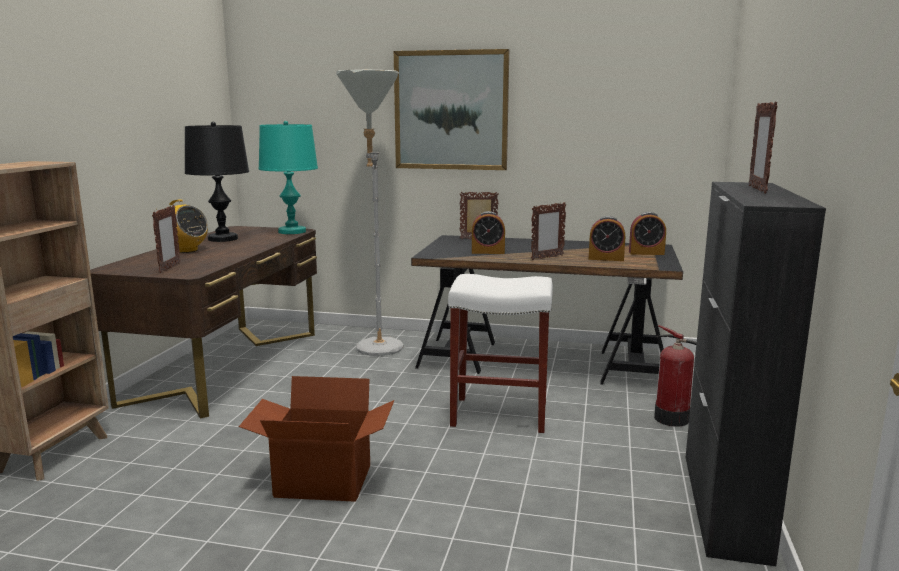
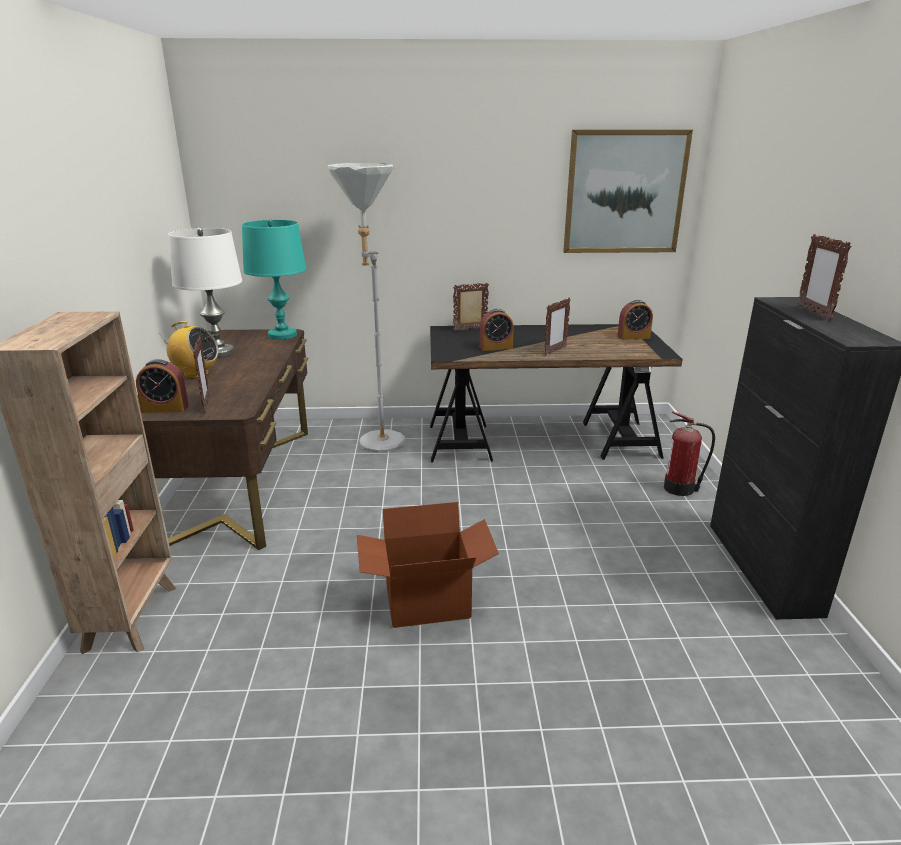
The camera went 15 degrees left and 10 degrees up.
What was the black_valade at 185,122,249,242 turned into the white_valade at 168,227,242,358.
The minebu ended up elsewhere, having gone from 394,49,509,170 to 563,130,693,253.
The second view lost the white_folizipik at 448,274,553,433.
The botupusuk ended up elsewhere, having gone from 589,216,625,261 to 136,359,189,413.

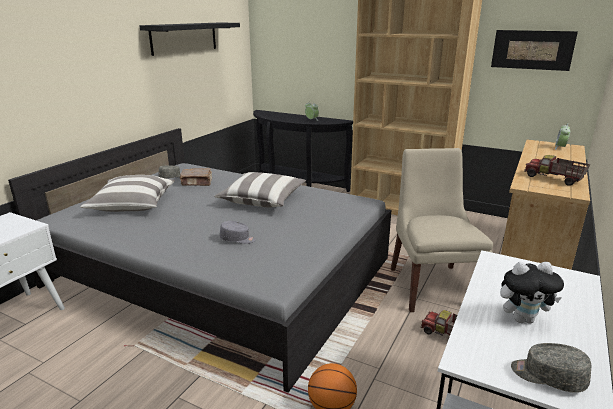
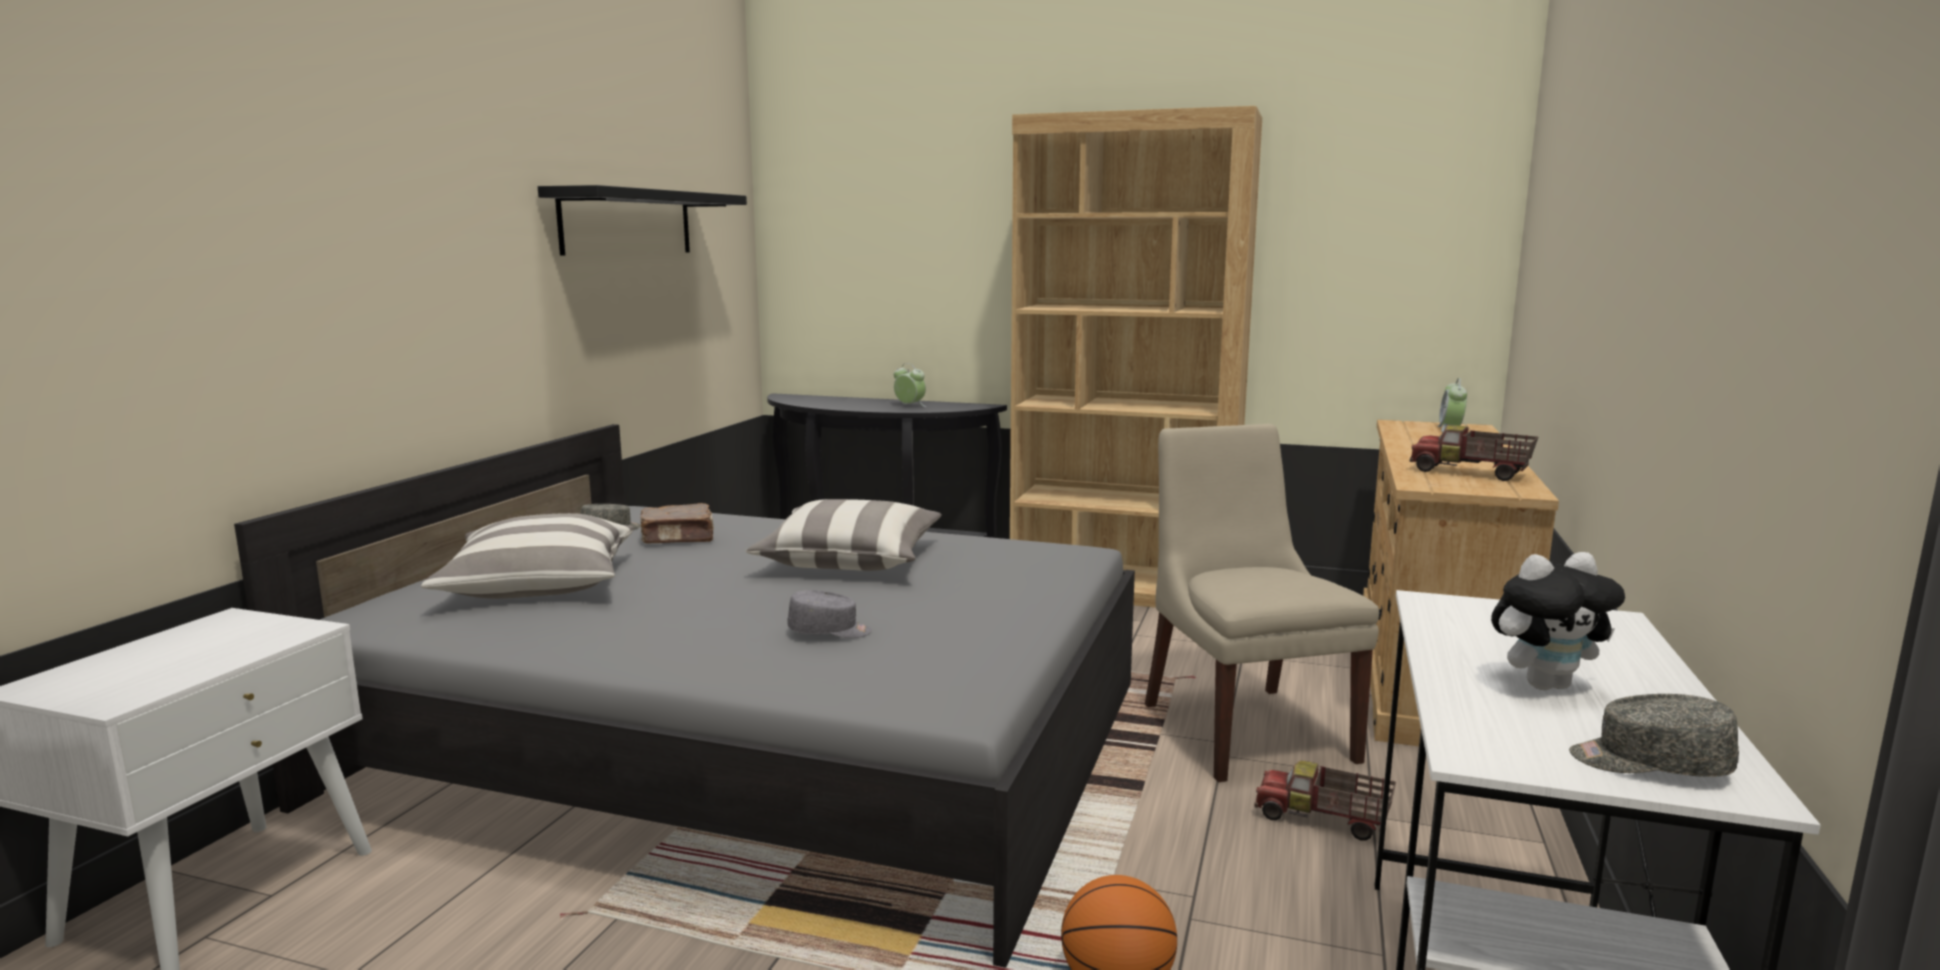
The camera went 10 degrees left and 10 degrees down.
The second view lost the minebu at 491,30,578,71.

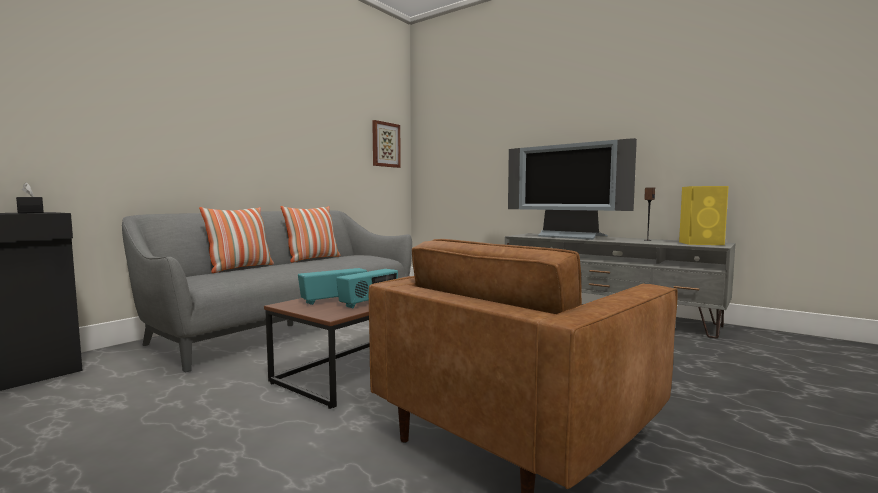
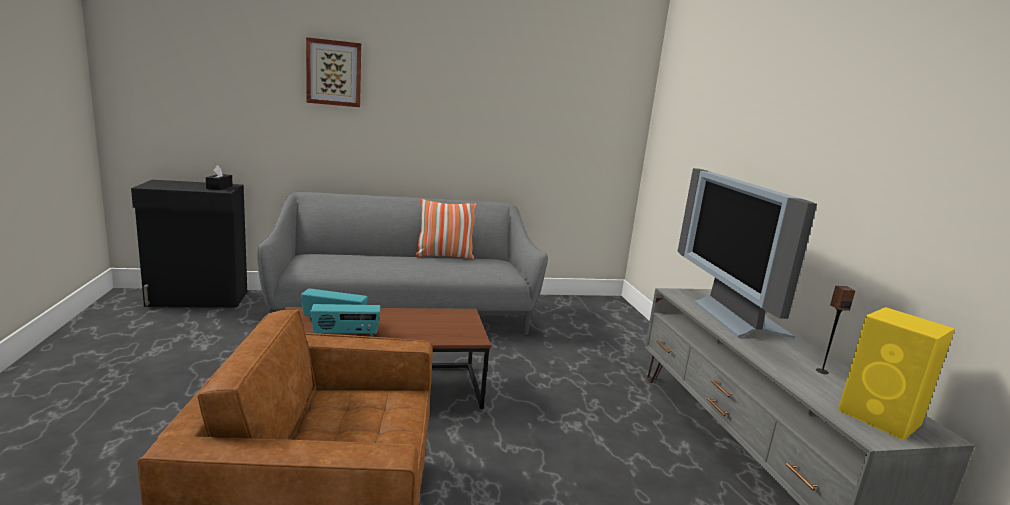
The camera went 40 degrees right and 10 degrees up.
The second view lost the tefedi at 199,207,274,273.
The minebu ended up elsewhere, having gone from 372,120,401,168 to 306,37,361,107.

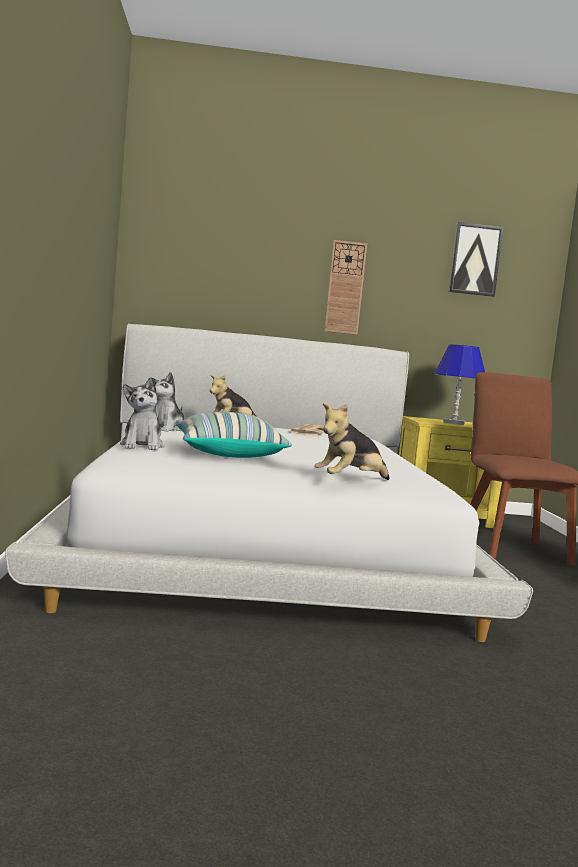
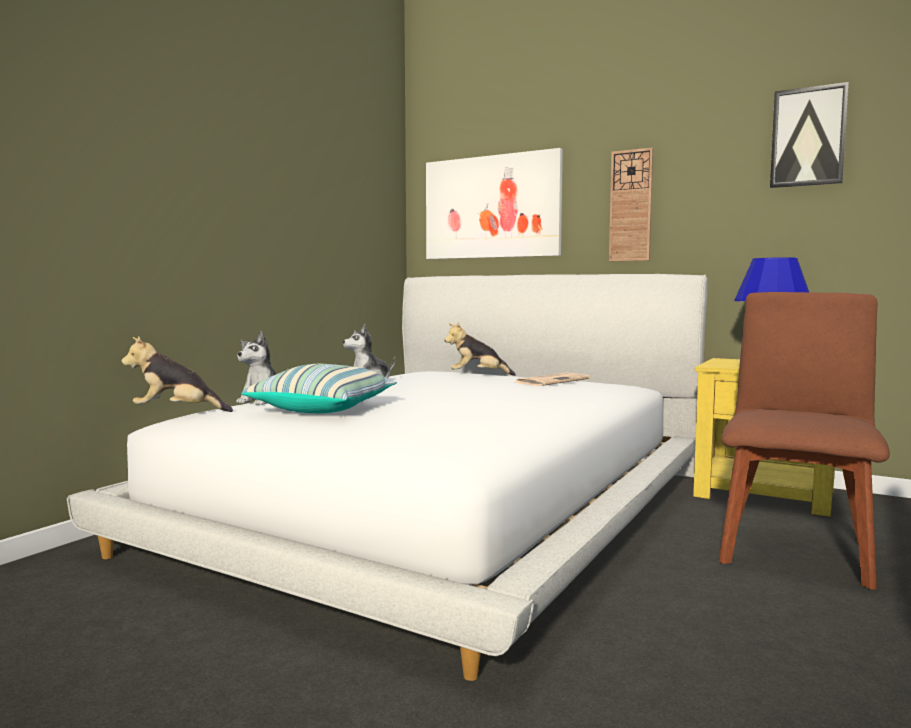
The camera went 35 degrees right and 0 degrees up.
The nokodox ended up elsewhere, having gone from 314,403,389,480 to 121,336,233,412.
The second view gained the minebu at 426,148,563,259.

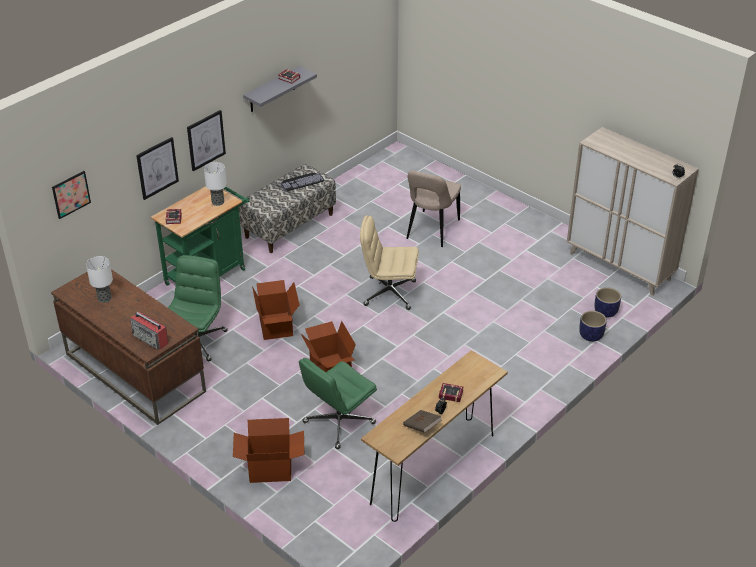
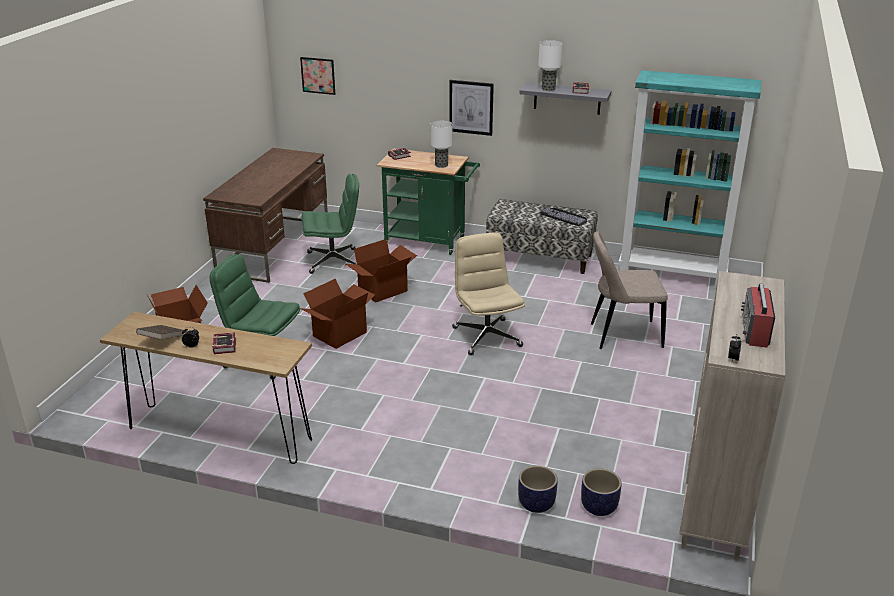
The camera went 65 degrees right and 10 degrees down.
The valade ended up elsewhere, having gone from 86,256,113,303 to 538,40,563,91.
The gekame ended up elsewhere, having gone from 130,312,168,350 to 741,283,775,348.
The second view lost the minebu at 136,137,179,200.
The second view gained the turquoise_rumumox at 618,70,761,289.

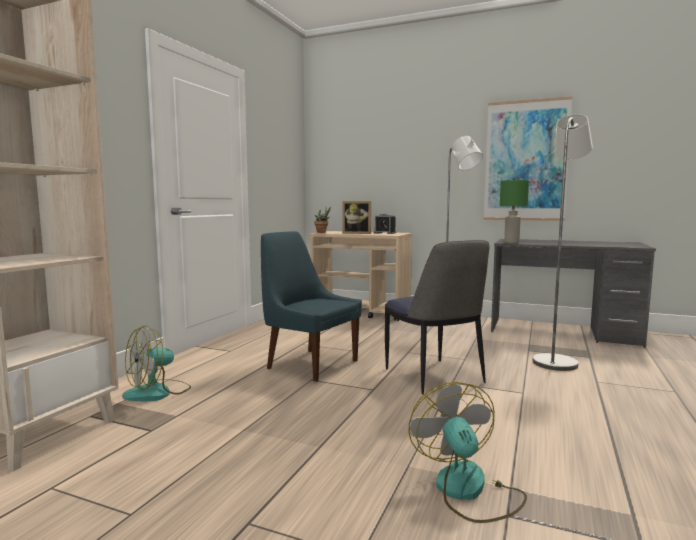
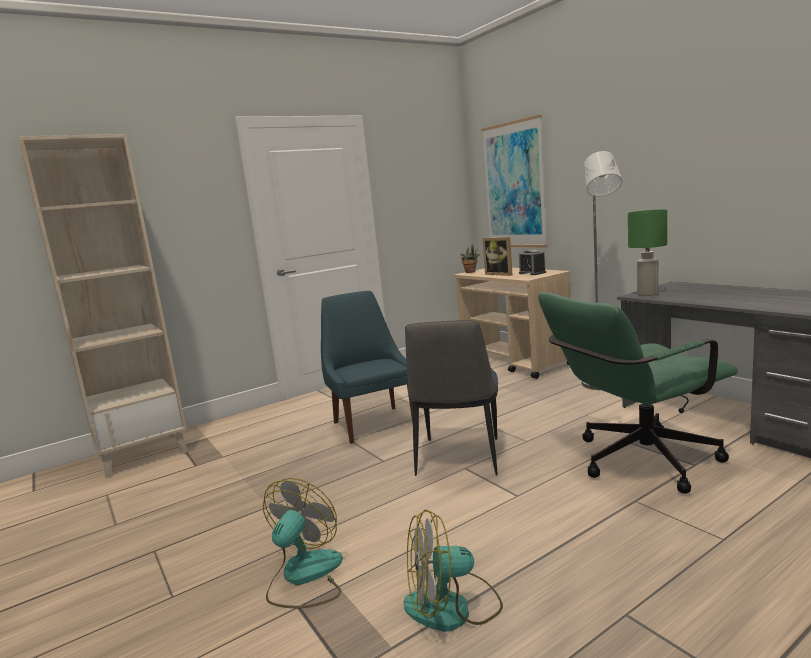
The camera went 35 degrees right and 5 degrees up.
The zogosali ended up elsewhere, having gone from 122,325,191,401 to 404,510,503,632.
The minebu ended up elsewhere, having gone from 484,96,572,221 to 481,115,547,248.
Where the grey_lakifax stood at 533,114,593,371, the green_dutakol came to stand at 538,292,738,494.

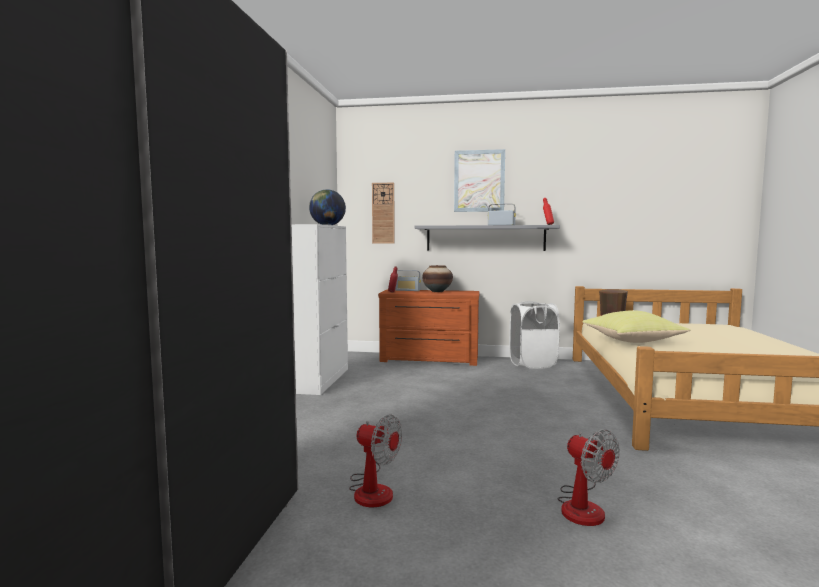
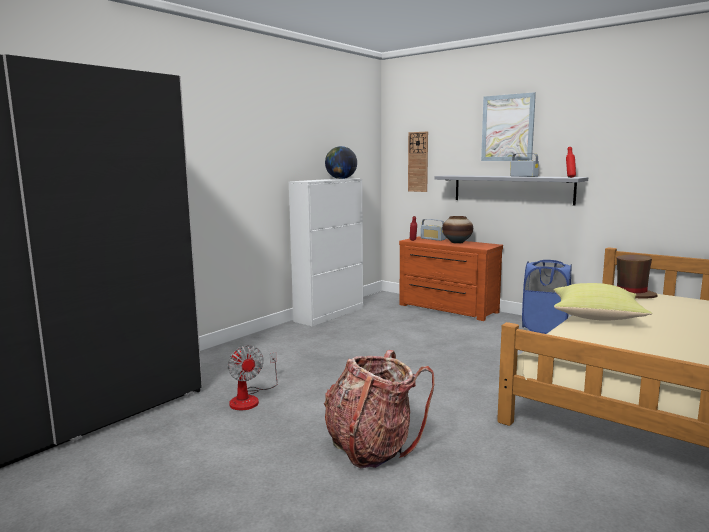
The camera went 30 degrees right and 5 degrees up.
What was the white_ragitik at 509,301,560,369 turned into the blue_ragitik at 522,260,572,334.
Where the zogosali stood at 558,429,620,526, the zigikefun came to stand at 324,350,434,468.

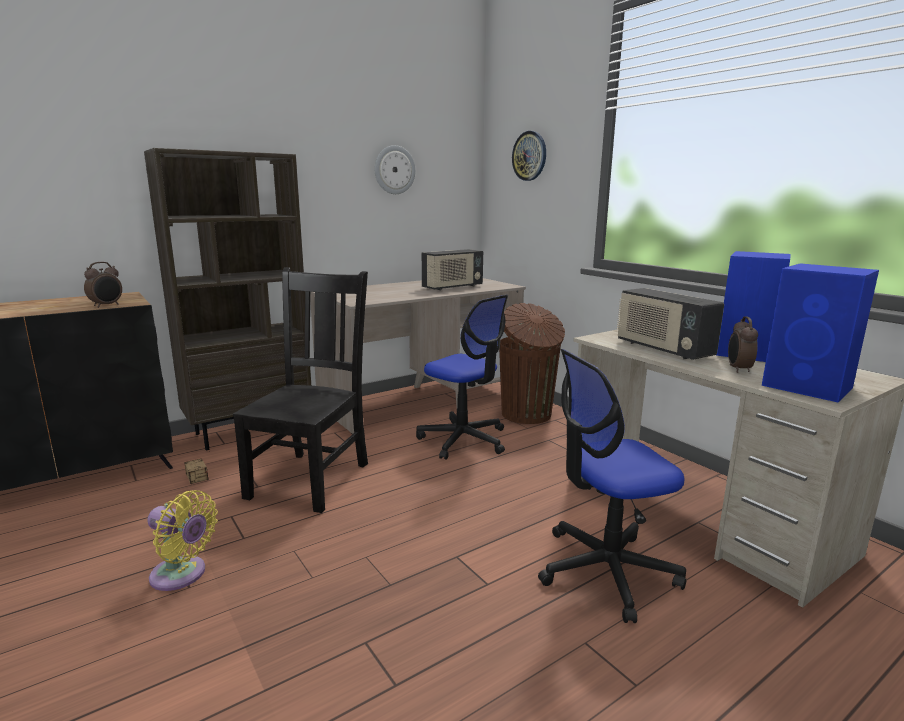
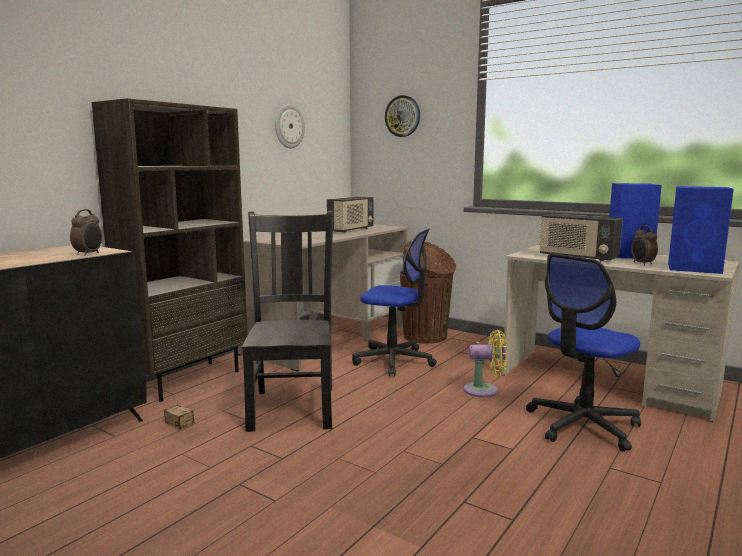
The camera went 20 degrees left and 5 degrees down.
The yellow_zogosali ended up elsewhere, having gone from 147,490,218,591 to 463,330,507,397.

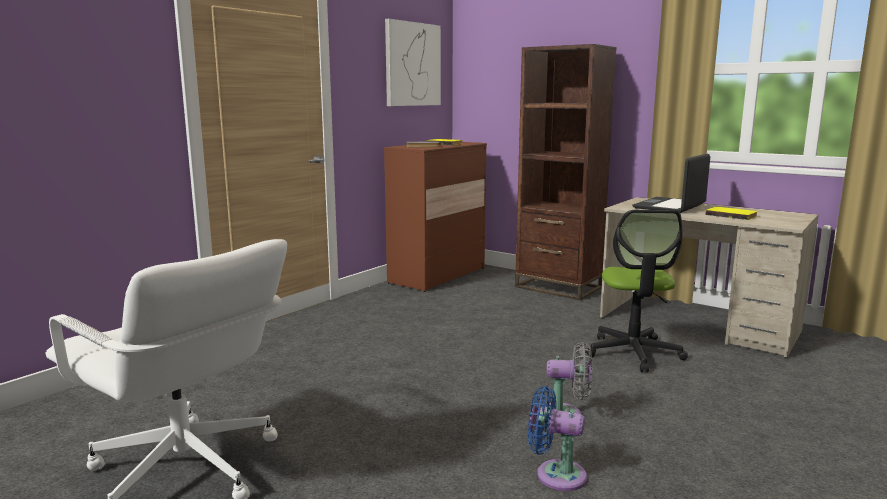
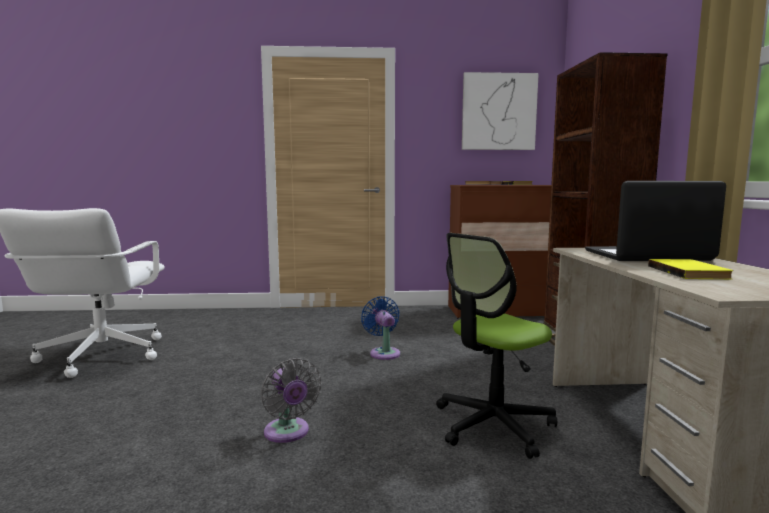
The camera went 50 degrees right and 5 degrees down.
The blue_zogosali ended up elsewhere, having gone from 528,386,588,491 to 361,296,400,360.

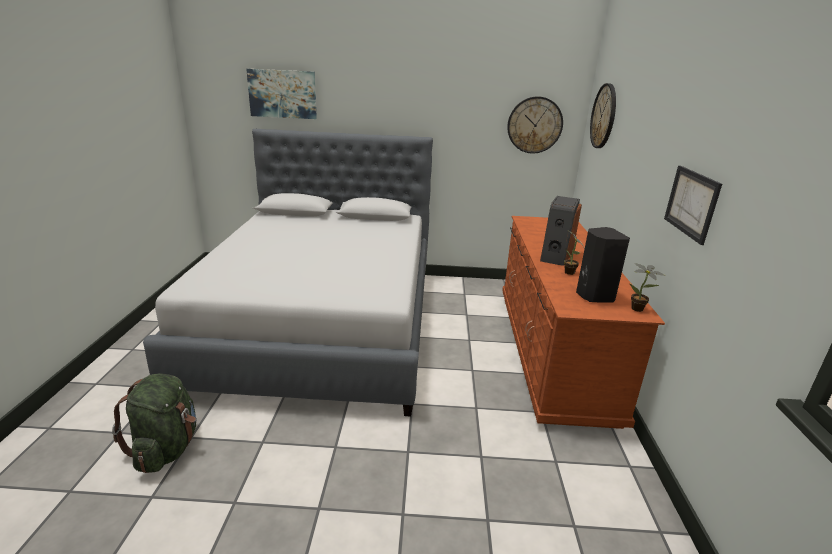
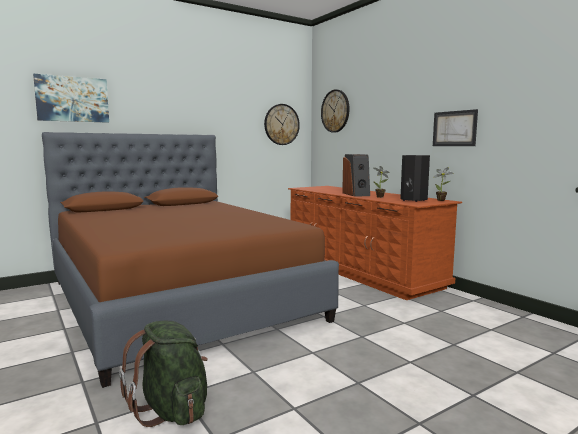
The camera went 35 degrees left and 15 degrees down.
What was the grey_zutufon at 143,129,433,416 turned into the brown_zutufon at 42,132,339,388.

